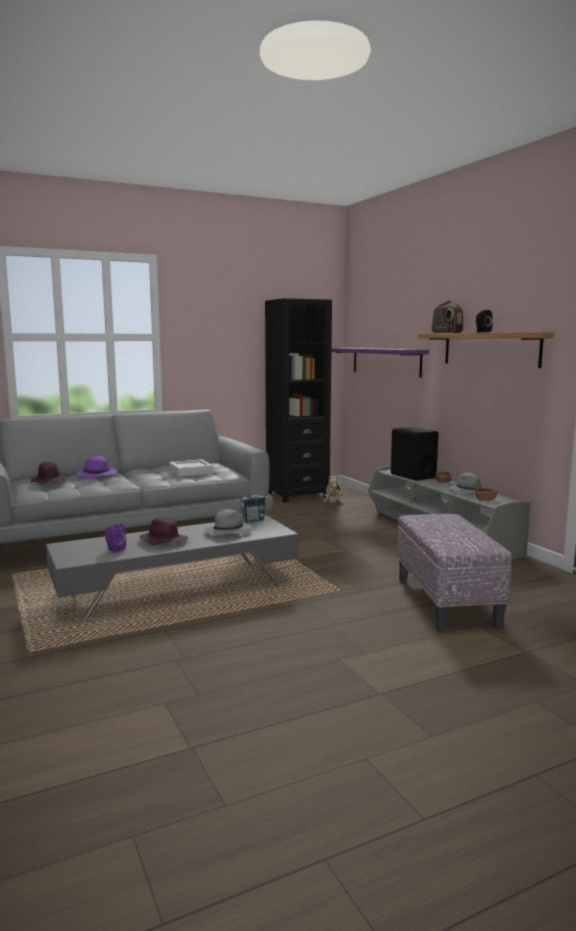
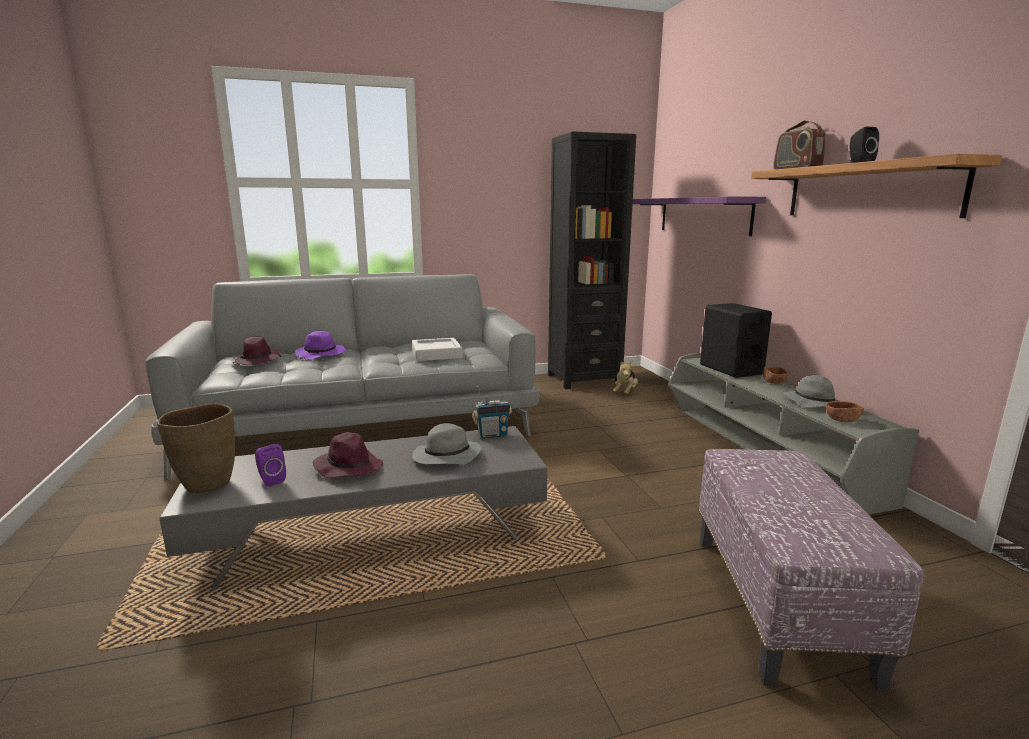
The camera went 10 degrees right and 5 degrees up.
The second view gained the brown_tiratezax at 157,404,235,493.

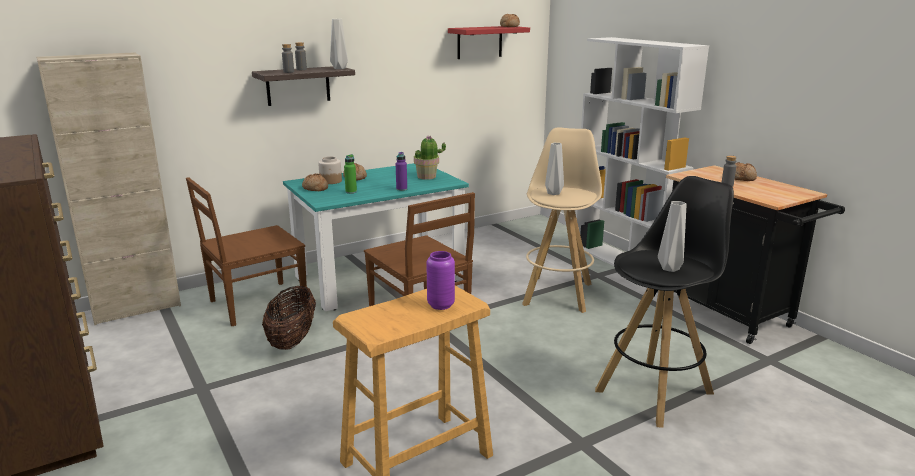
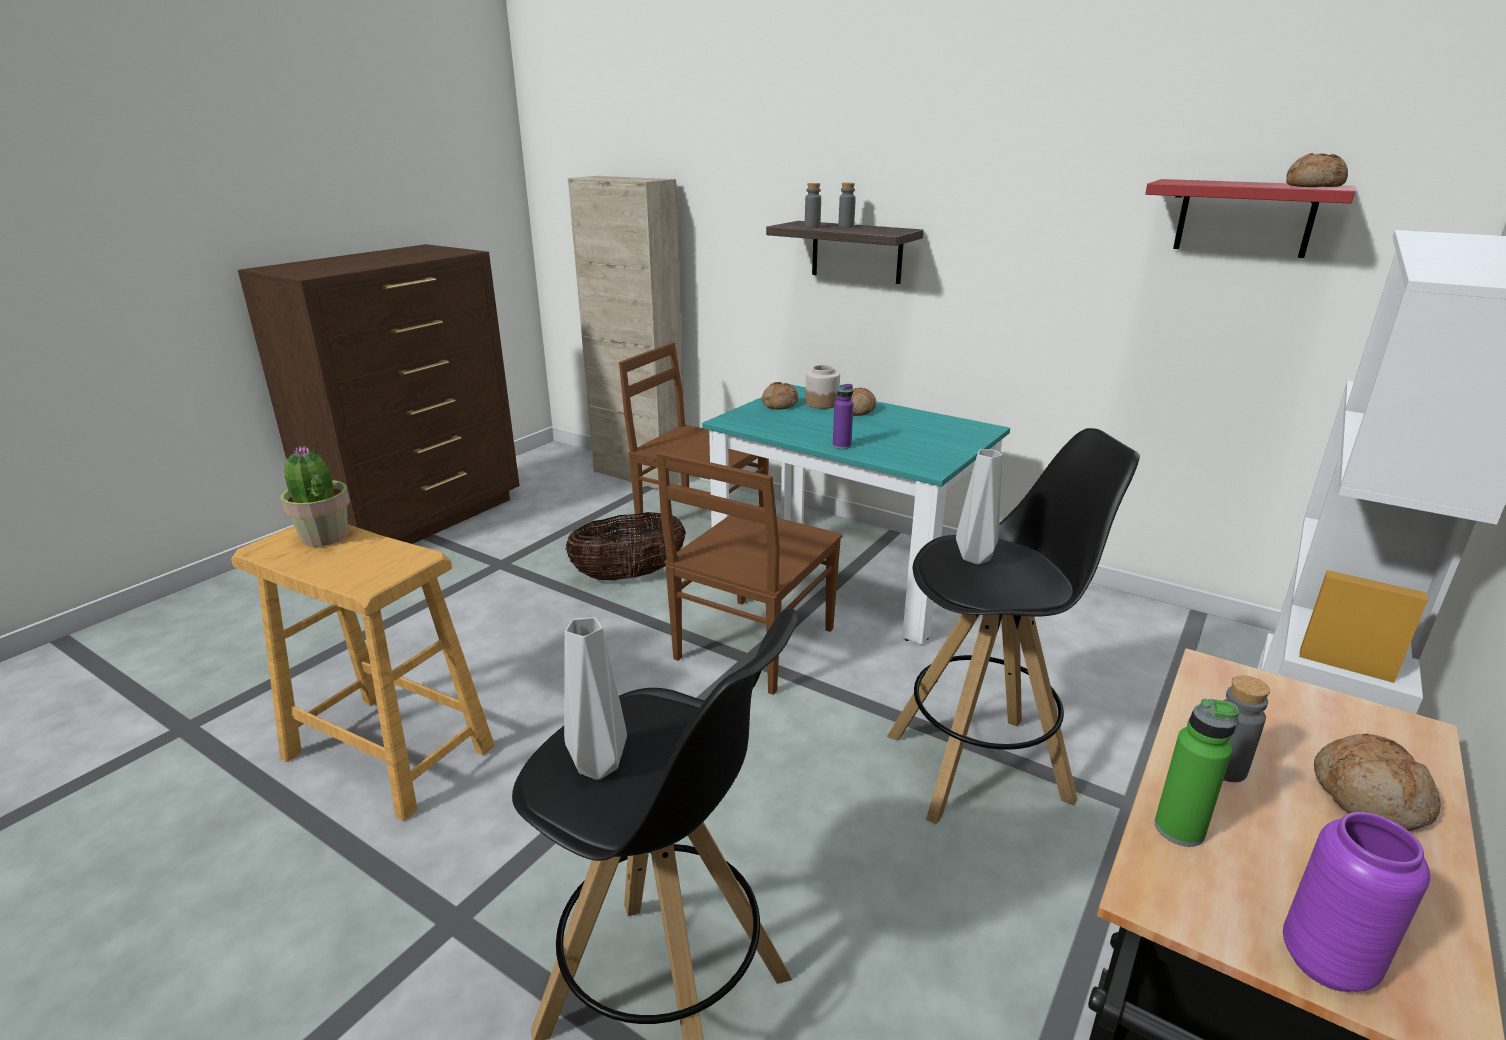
The camera went 65 degrees right and 5 degrees up.
The second view lost the grey_tiratezax at 330,19,348,69.
The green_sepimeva ended up elsewhere, having gone from 344,154,357,194 to 1155,699,1239,847.
The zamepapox ended up elsewhere, having gone from 414,136,446,180 to 281,446,350,547.
The purple_tiratezax ended up elsewhere, having gone from 426,251,455,310 to 1283,812,1430,992.
What was the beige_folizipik at 522,127,602,313 turned into the black_folizipik at 887,428,1140,824.

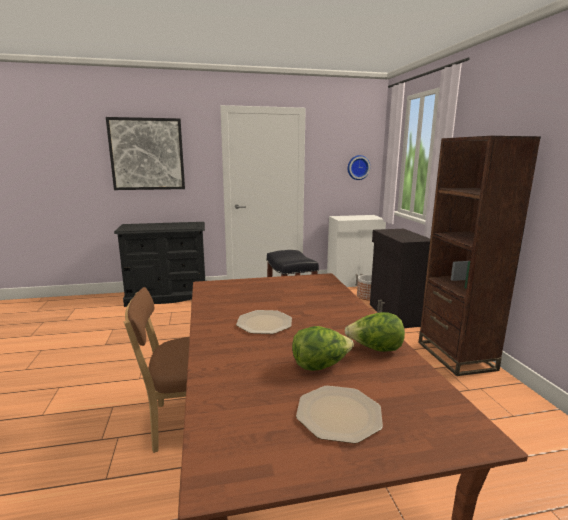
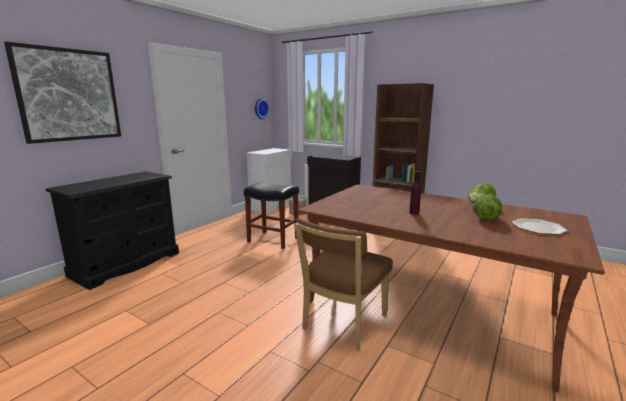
The camera went 45 degrees left and 0 degrees up.
Where the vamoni stood at 236,310,292,334, the purple_sepimeva came to stand at 409,171,421,215.

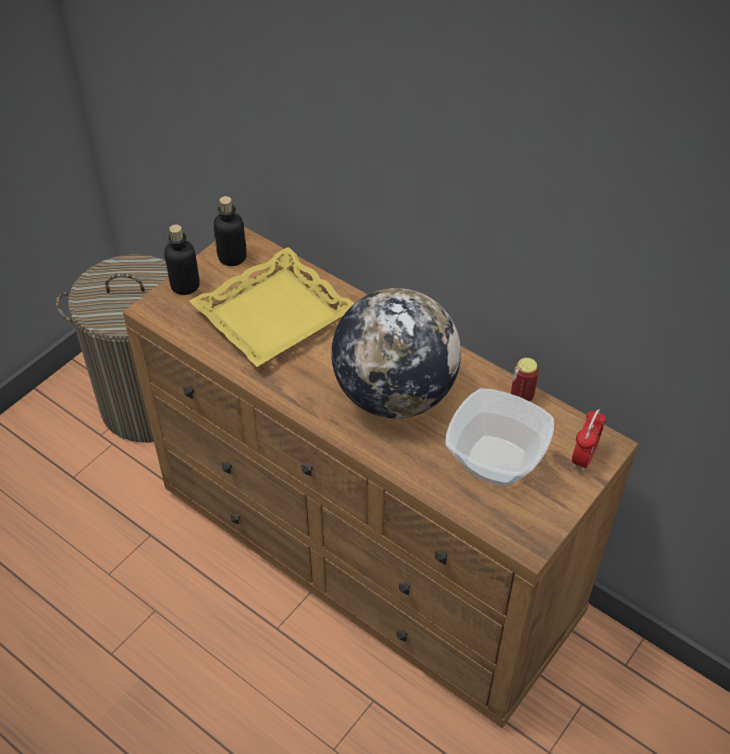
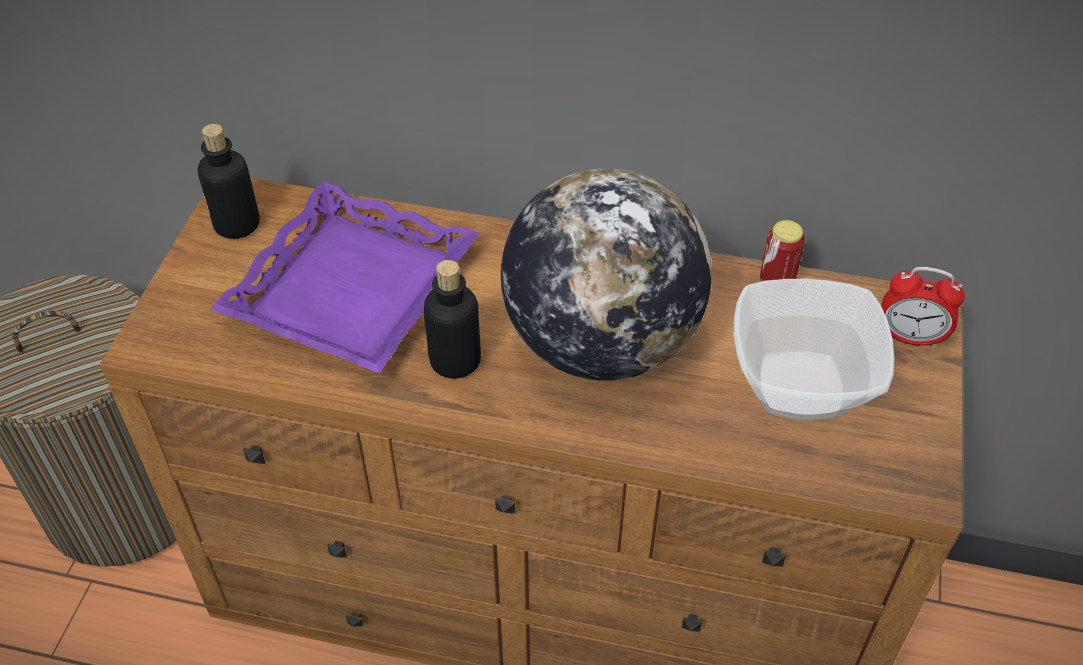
The camera went 25 degrees left and 0 degrees up.
The sepimeva ended up elsewhere, having gone from 164,224,200,295 to 424,260,481,379.
What was the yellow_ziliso at 189,247,354,367 turned into the purple_ziliso at 211,181,479,373.
The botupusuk at 572,409,606,472 ended up facing another way, 105 degrees clockwise from before.

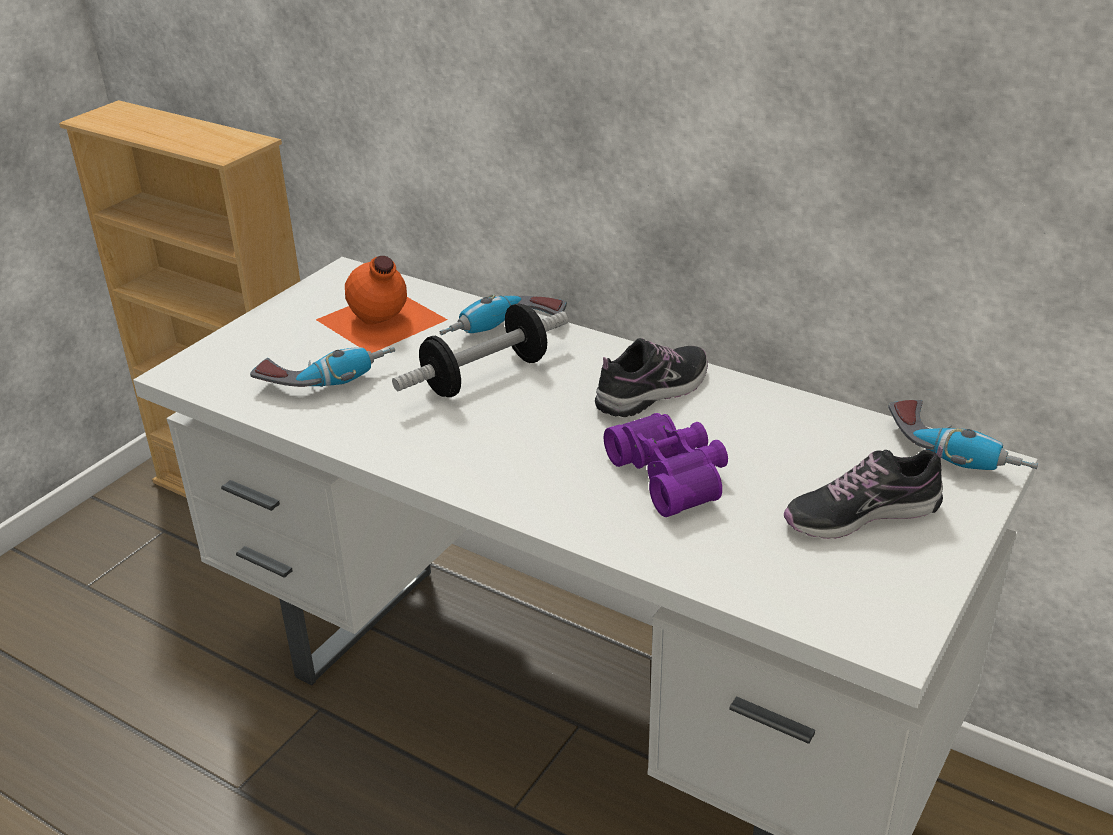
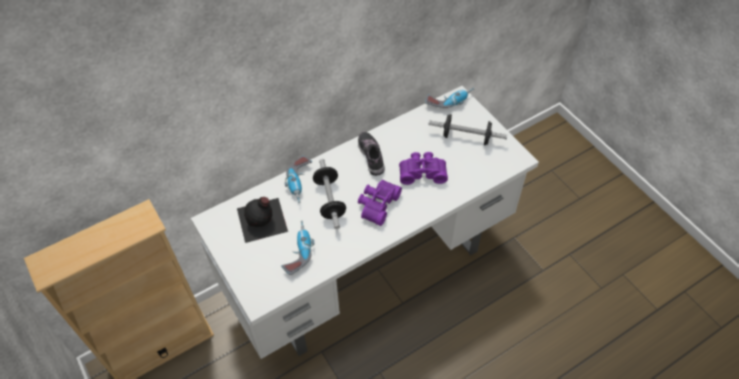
The camera went 65 degrees left and 20 degrees up.
What was the orange_sepimeva at 316,256,448,353 turned into the black_sepimeva at 237,197,288,243.
Where the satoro stood at 784,446,943,539, the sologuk came to stand at 428,114,508,145.
The second view gained the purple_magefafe at 358,180,402,226.

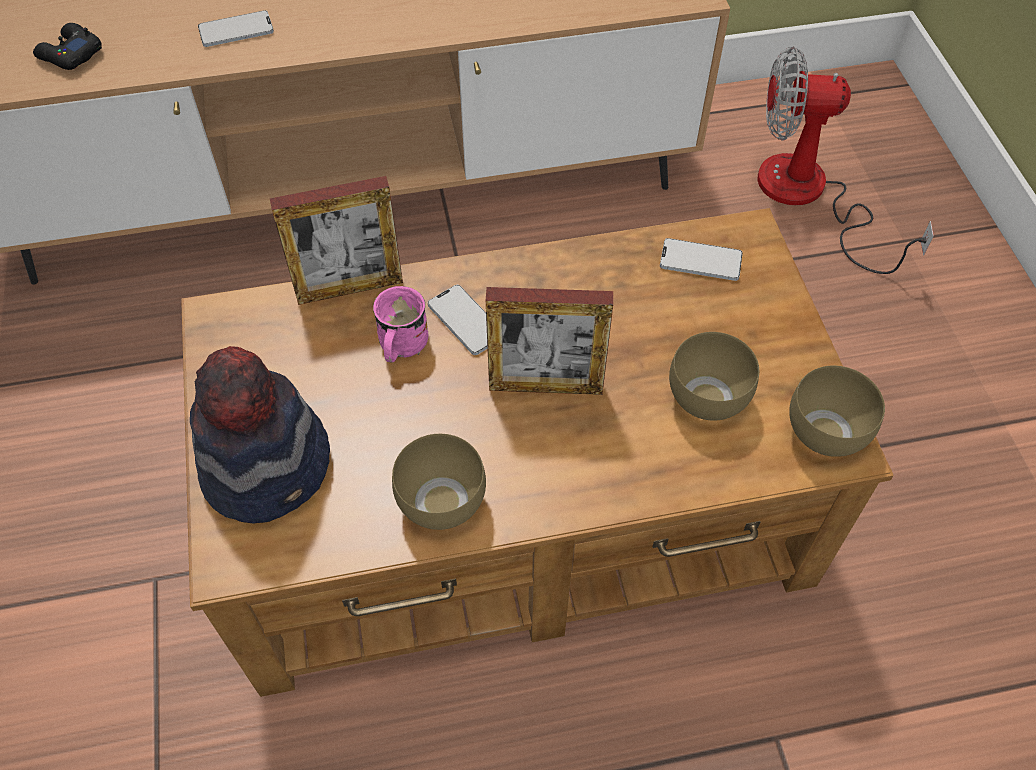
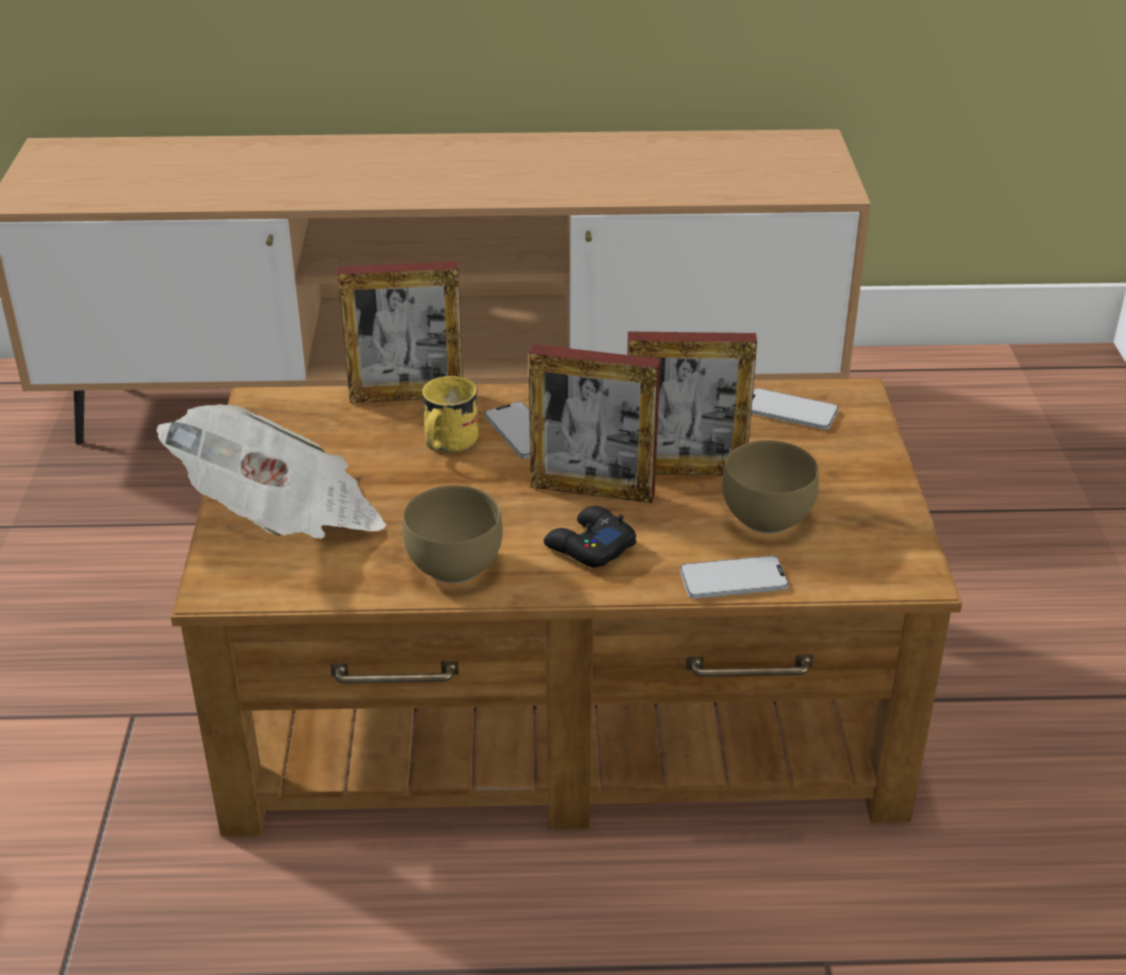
The camera went 10 degrees right and 20 degrees down.
The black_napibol ended up elsewhere, having gone from 33,23,102,70 to 544,506,636,567.
Where the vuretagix stood at 190,346,330,523, the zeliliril came to stand at 156,404,387,539.
The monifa ended up elsewhere, having gone from 198,10,274,47 to 680,556,788,599.
What was the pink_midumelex at 373,286,429,363 turned into the yellow_midumelex at 422,376,479,453.
The second view lost the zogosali at 758,47,934,274.
The second view lost the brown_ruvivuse at 789,366,885,457.
The second view gained the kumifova at 627,331,757,475.

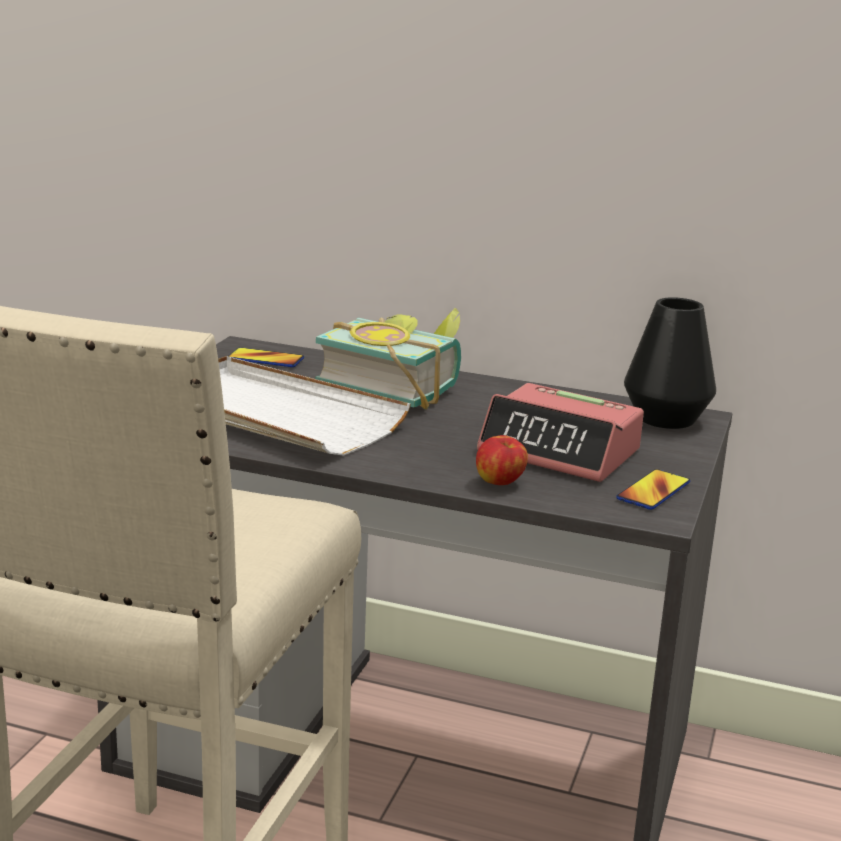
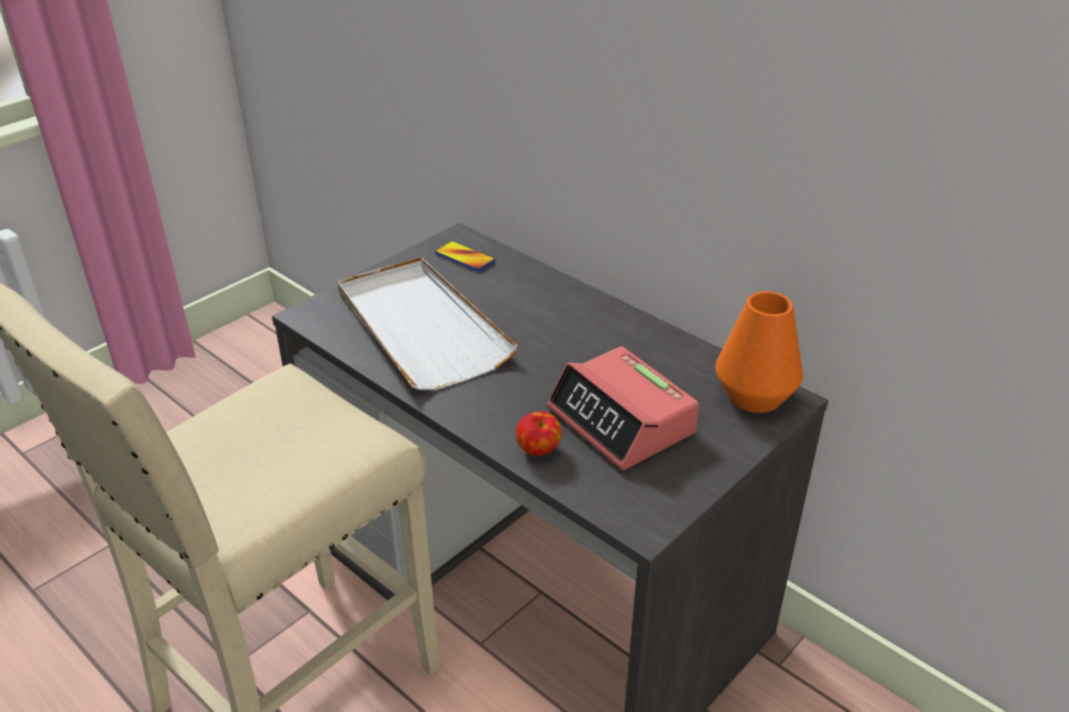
The camera went 25 degrees right and 15 degrees up.
The second view lost the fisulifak at 315,308,461,410.
The second view lost the monifa at 616,469,690,510.
What was the black_tiratezax at 624,297,716,429 turned into the orange_tiratezax at 716,291,803,413.

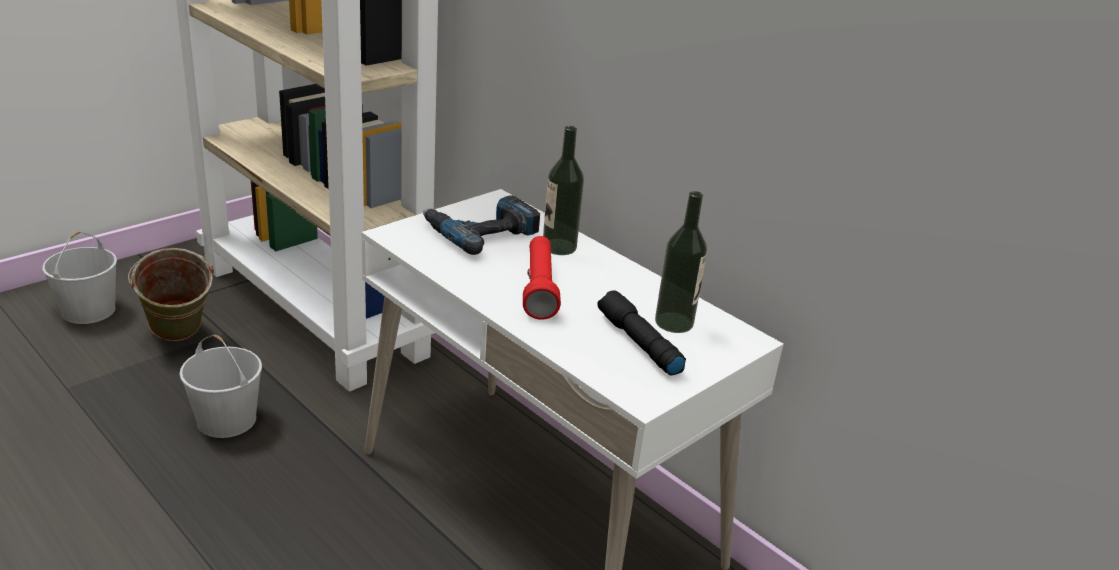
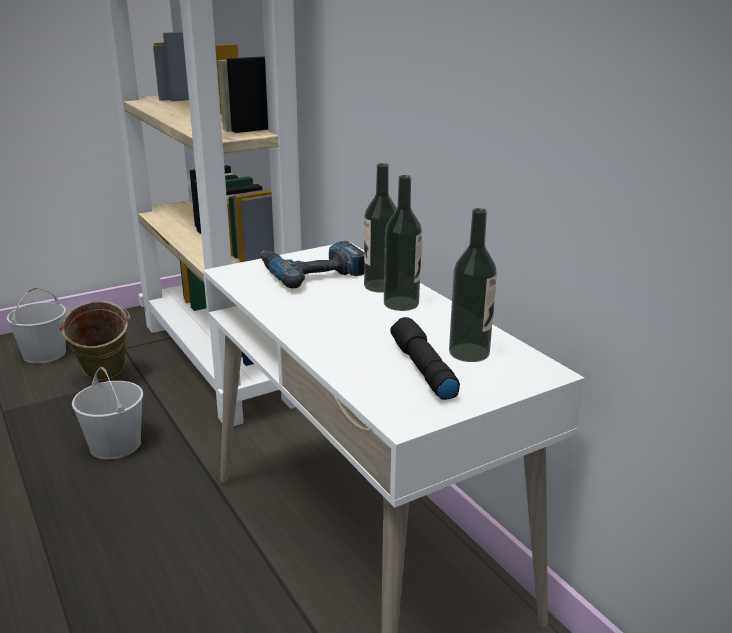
The camera went 15 degrees right and 5 degrees down.
The second view lost the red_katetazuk at 523,236,561,320.
The second view gained the sepimeva at 384,175,422,311.

